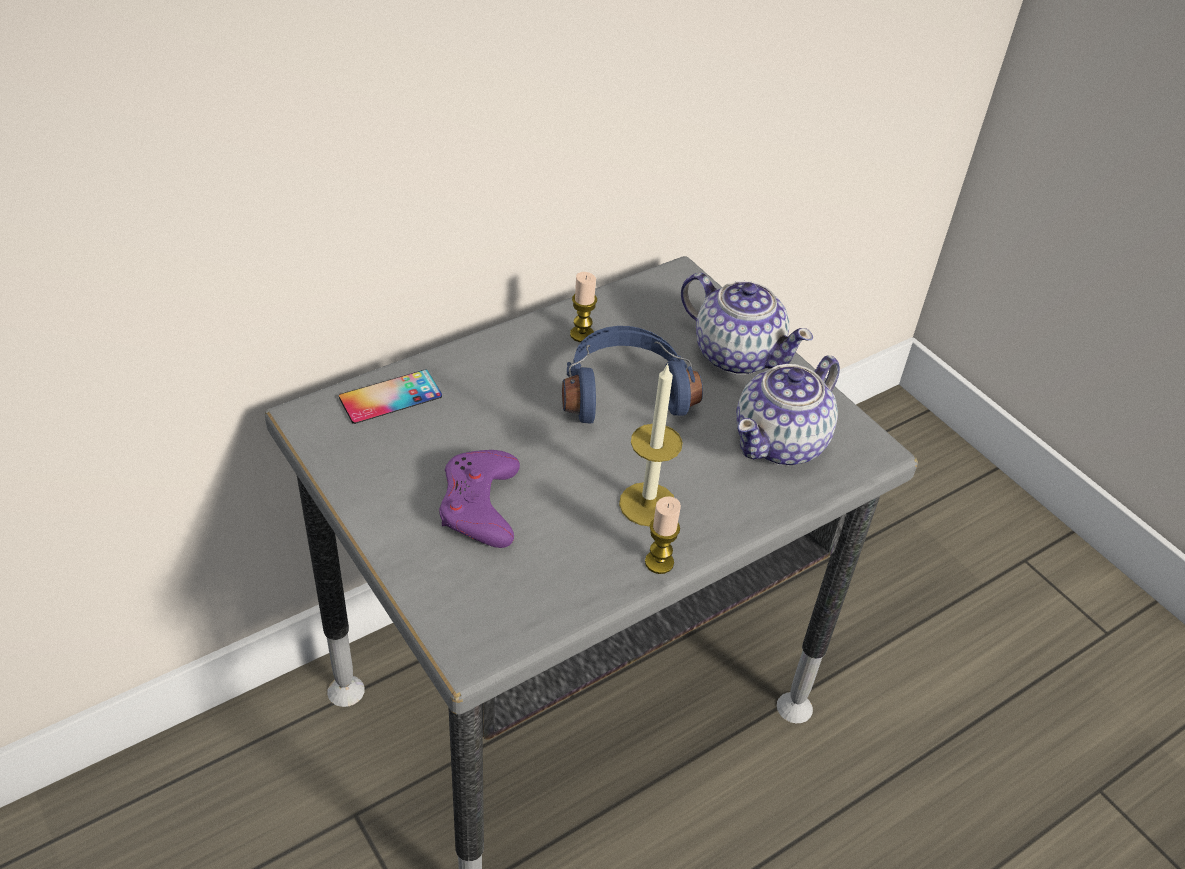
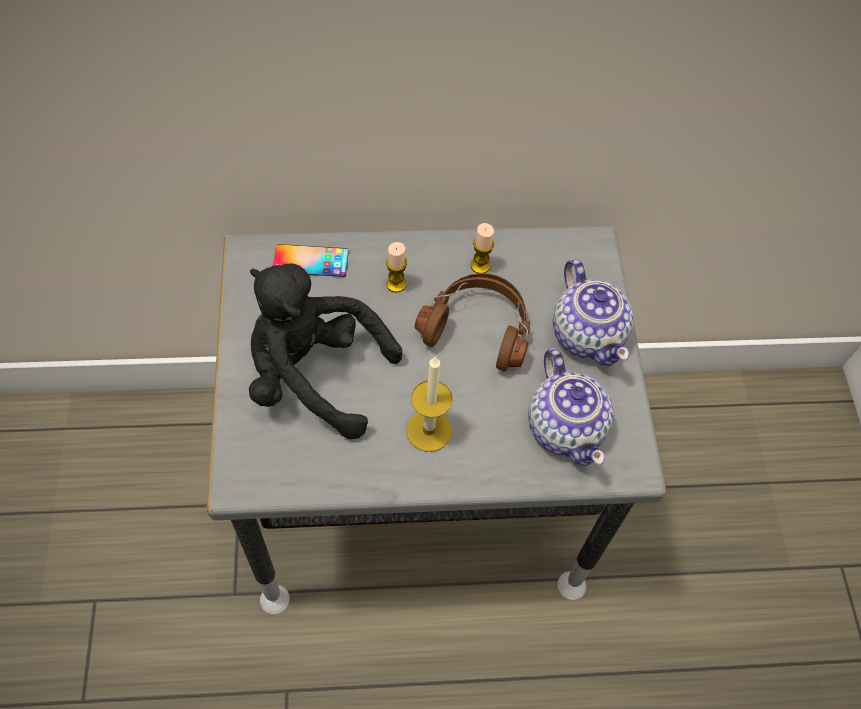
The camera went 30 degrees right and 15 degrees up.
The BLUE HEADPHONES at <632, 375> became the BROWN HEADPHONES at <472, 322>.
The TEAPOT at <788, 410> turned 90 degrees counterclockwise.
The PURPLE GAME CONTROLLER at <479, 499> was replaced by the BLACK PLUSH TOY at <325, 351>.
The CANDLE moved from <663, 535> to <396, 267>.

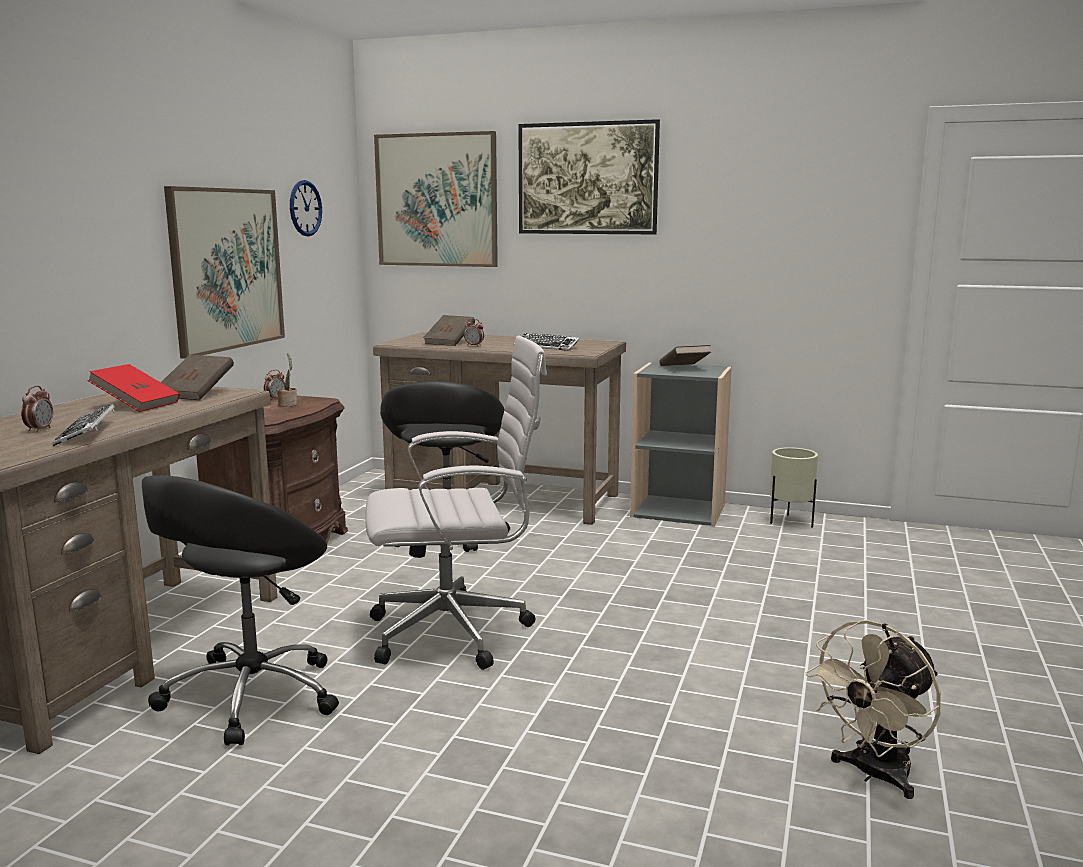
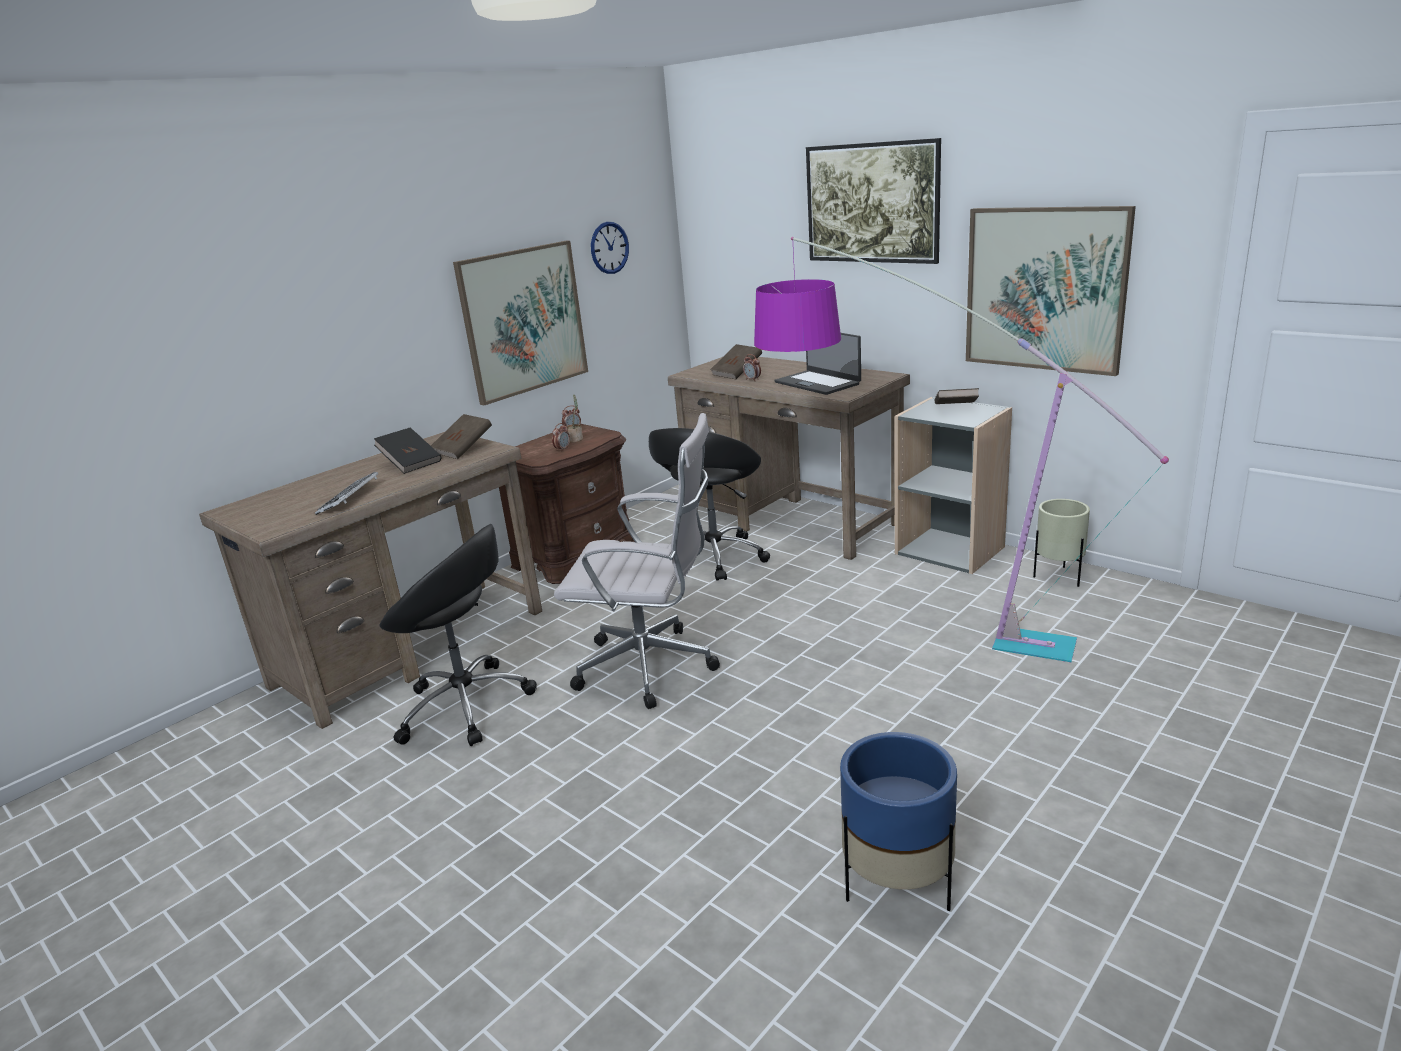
The camera went 25 degrees right and 10 degrees up.
The PICTURE moved from <436, 199> to <1051, 291>.
The KEYBOARD at <546, 342> was replaced by the LAPTOP at <818, 364>.
The RED BOOK at <133, 388> became the BLACK BOOK at <407, 450>.
The ALARM CLOCK moved from <37, 409> to <561, 437>.
The BLACK OFFICE CHAIR at <240, 610> turned 120 degrees counterclockwise.
The BEIGE FAN at <873, 709> was replaced by the BLUE PLANTER at <898, 821>.
The FLOOR LAMP at <961, 449> appeared.

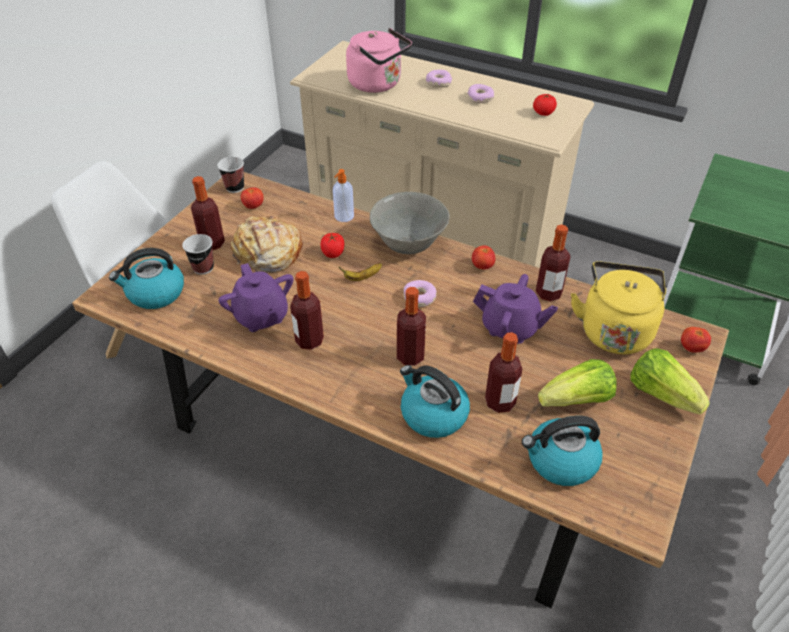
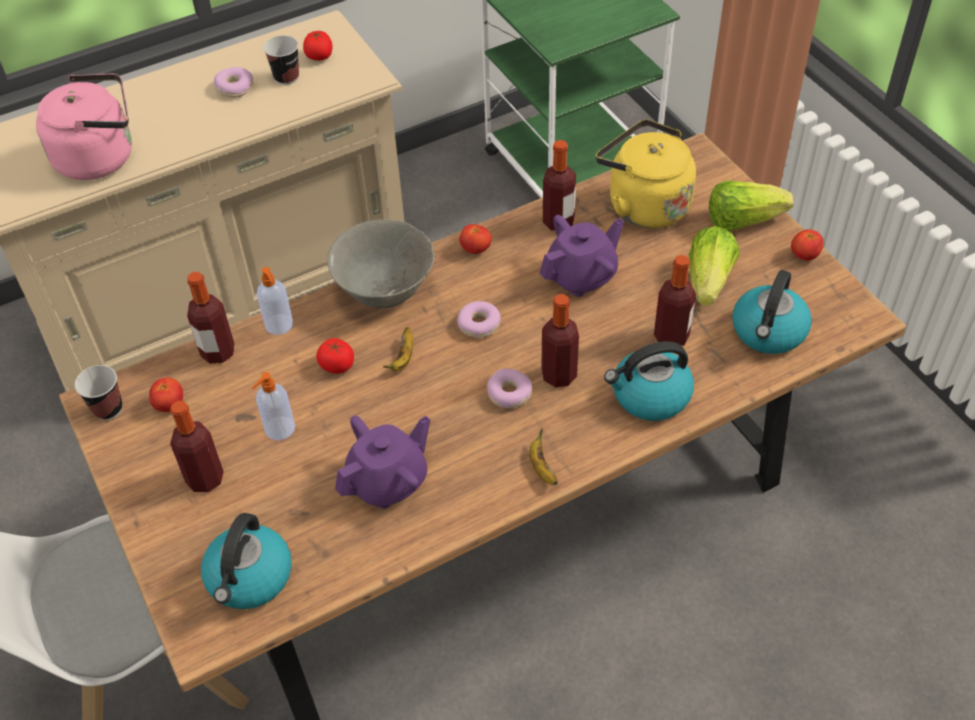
The camera went 55 degrees left and 5 degrees up.
The DONUT moved from <439, 79> to <509, 388>.
The BREAD at <267, 244> was replaced by the SOAP DISPENSER at <273, 406>.
The CUP moved from <198, 254> to <281, 60>.
The PURPLE TEAPOT at <255, 297> turned 45 degrees counterclockwise.
The BOTTLE moved from <307, 310> to <211, 318>.
The TOMATO moved from <696, 340> to <807, 245>.
The BANANA at <544, 456> appeared.

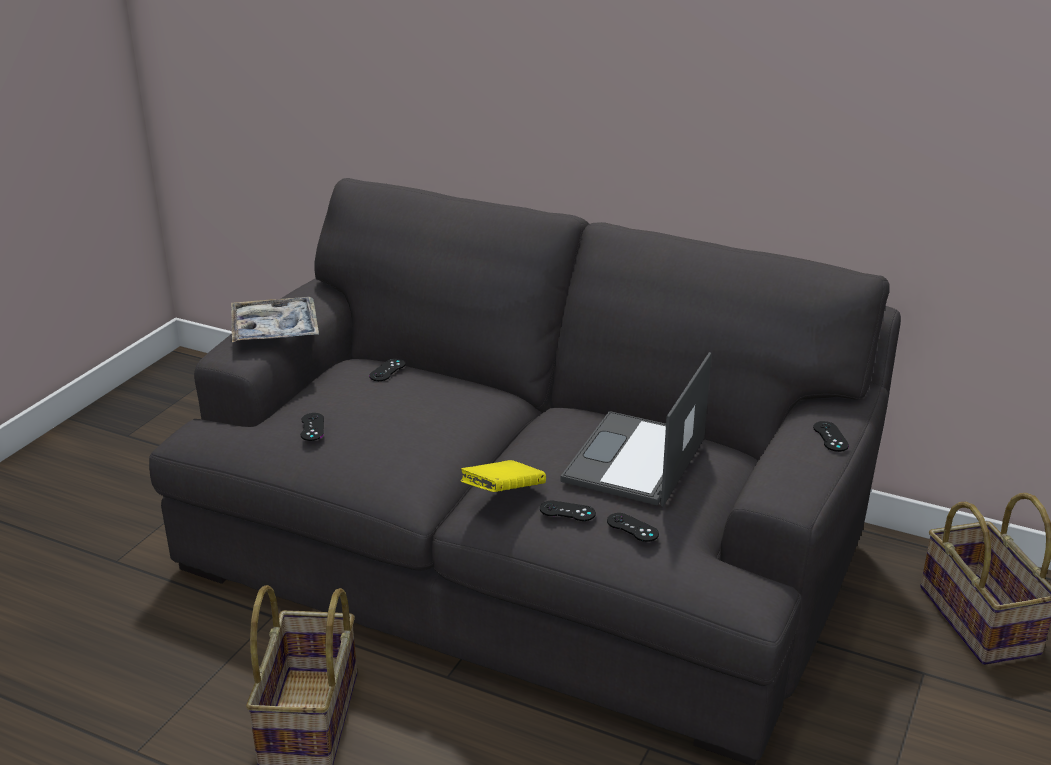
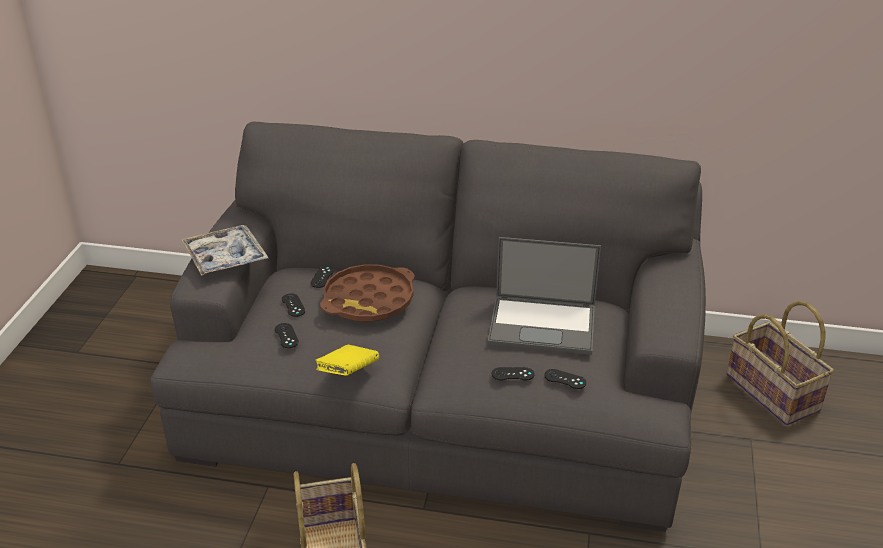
The camera went 15 degrees left and 5 degrees up.
The LAPTOP at <636, 429> turned 90 degrees counterclockwise.
The BLACK GAME CONTROLLER moved from <831, 436> to <293, 305>.
The YELLOW BOOK moved from <503, 476> to <347, 360>.
The BROWN TRAY at <367, 293> appeared.

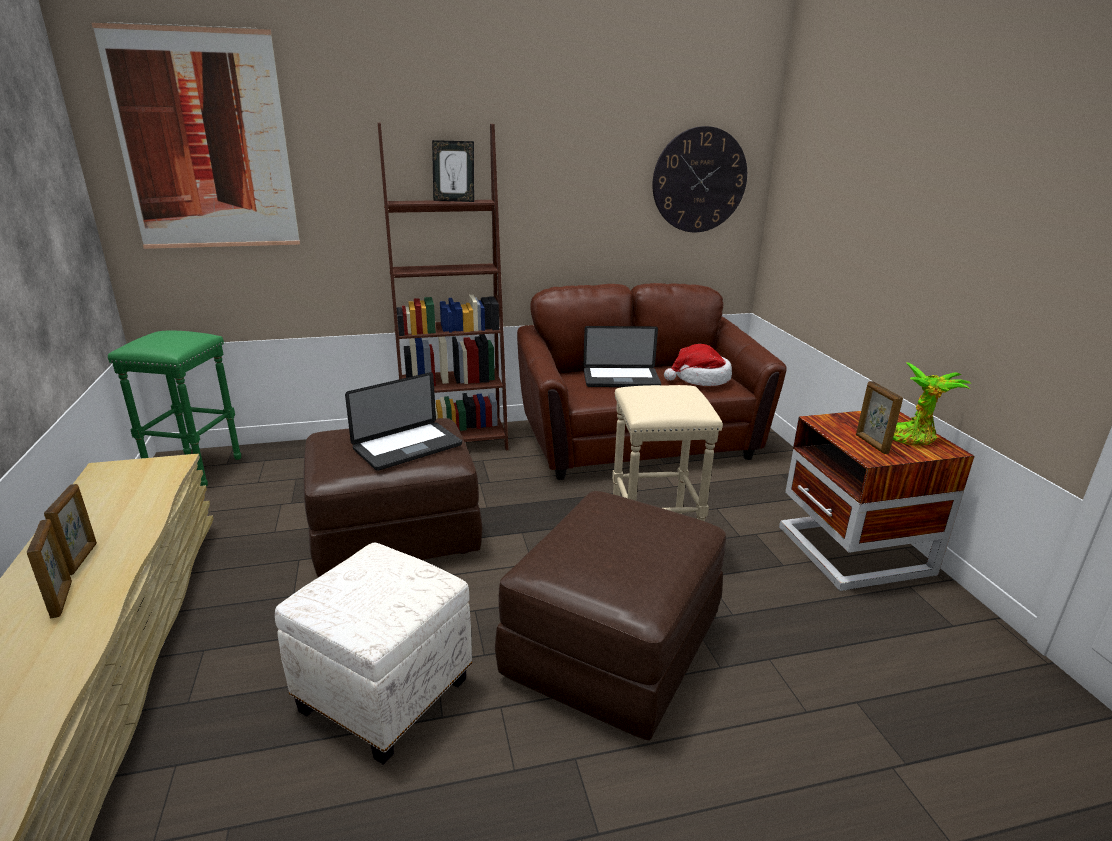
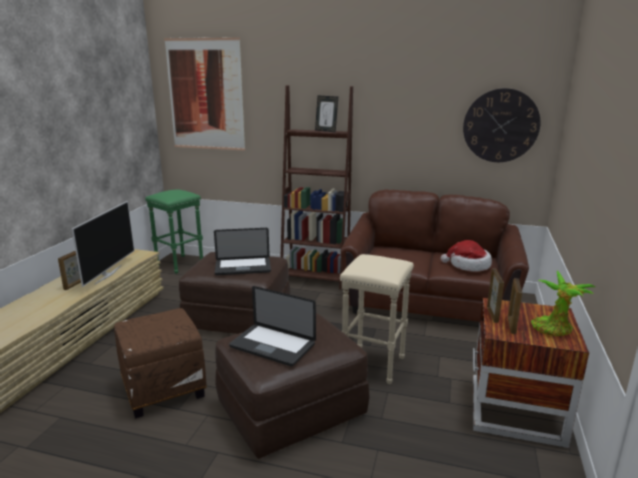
The camera went 30 degrees right and 5 degrees down.
The LAPTOP moved from <622, 356> to <272, 326>.
The PICTURE FRAME moved from <49, 569> to <495, 296>.
The WHITE OTTOMAN at <373, 654> became the BROWN OTTOMAN at <160, 363>.
The TELEVISION at <103, 244> appeared.

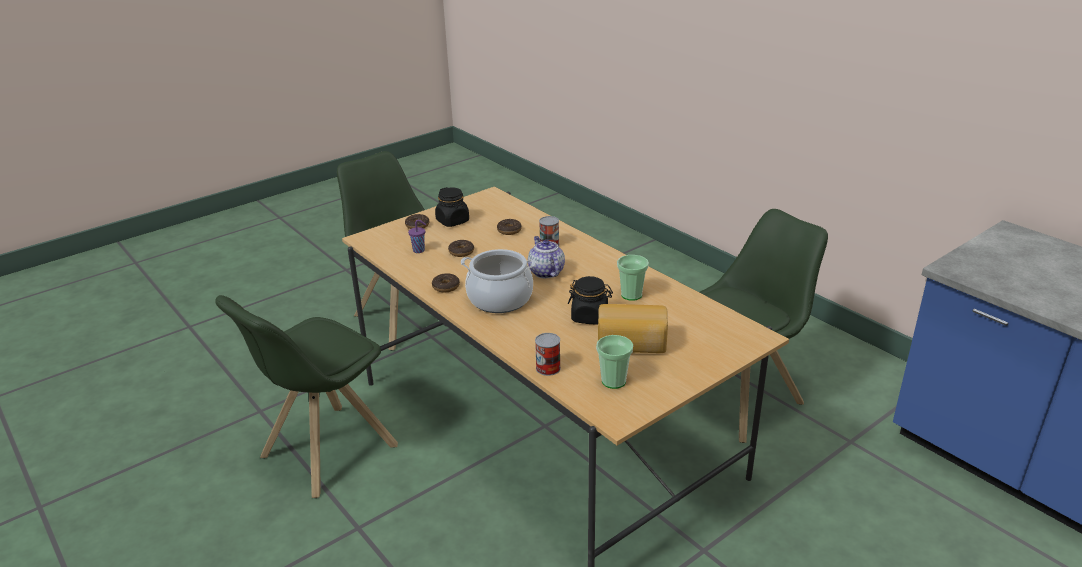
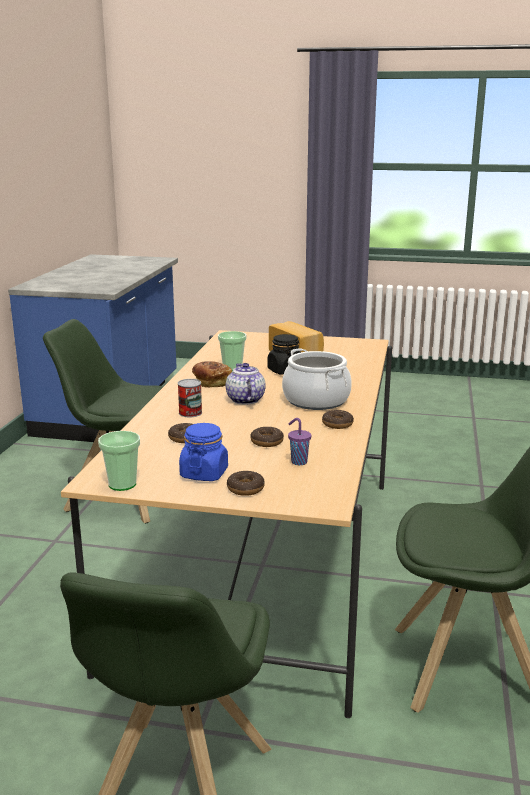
The camera went 130 degrees left and 10 degrees down.
The BLACK JAR at <452, 207> became the BLUE JAR at <203, 452>.
The TEAPOT at <546, 257> turned 135 degrees clockwise.
The CAN at <548, 354> disappeared.
The CUP moved from <614, 362> to <119, 461>.
The BREAD at <212, 374> appeared.

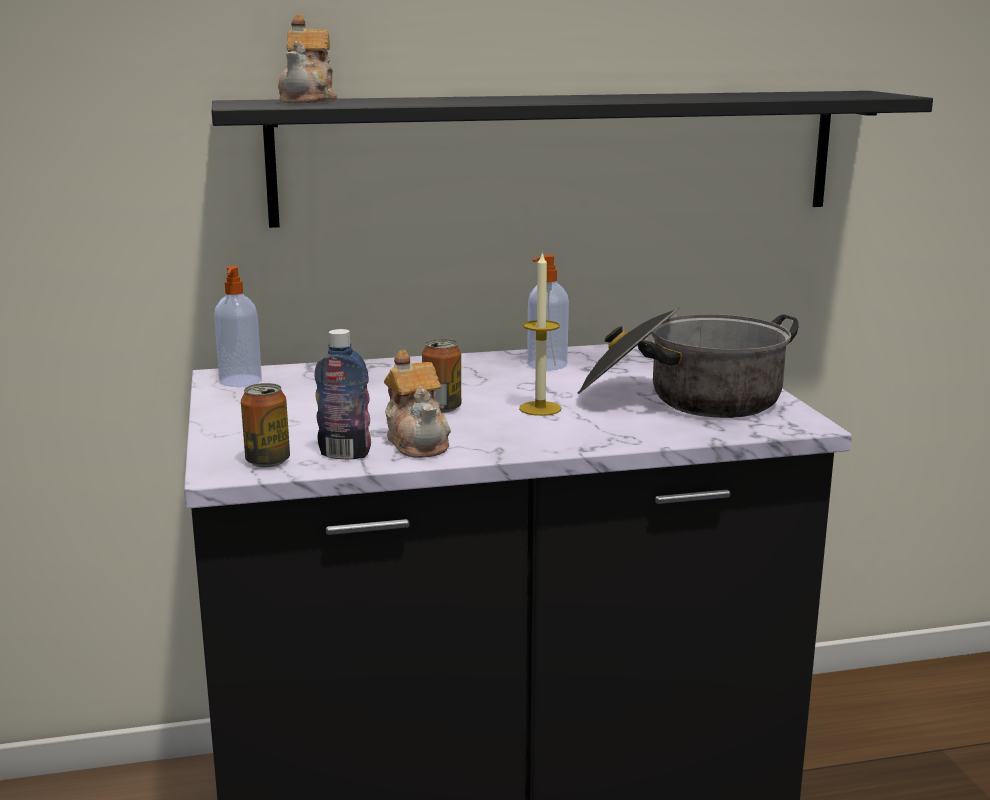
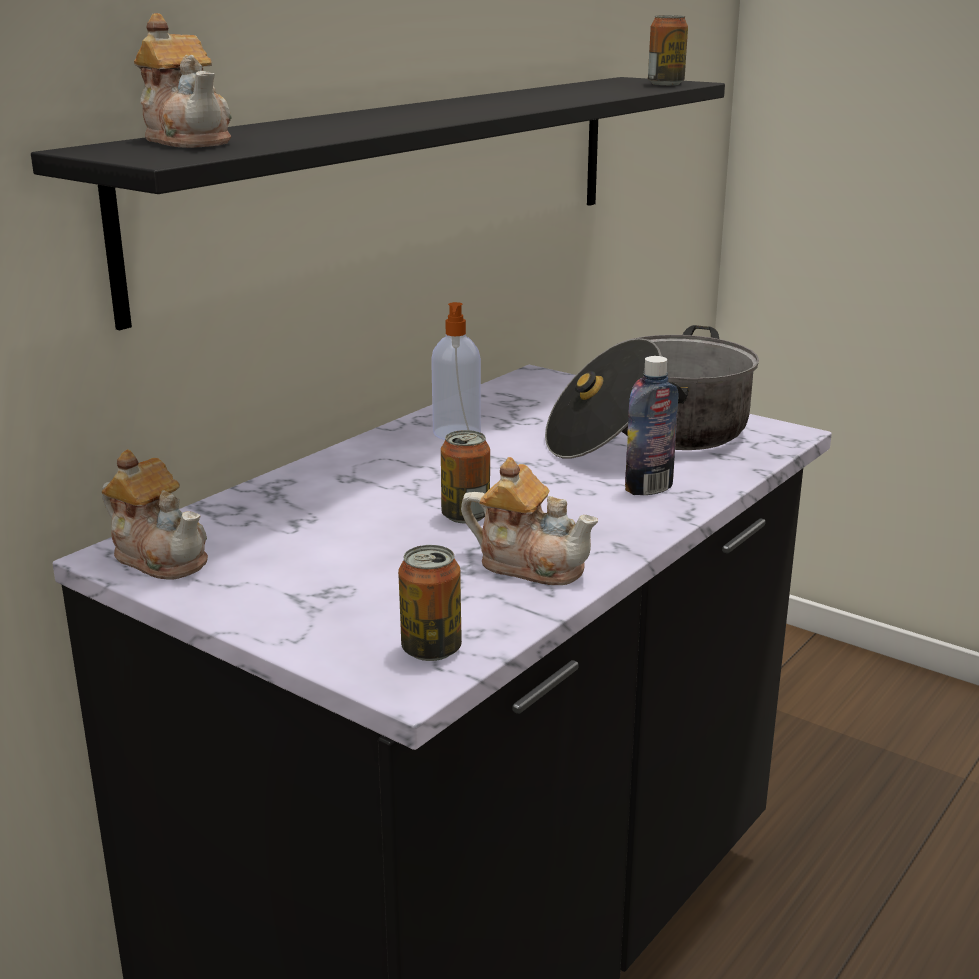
The camera went 40 degrees left and 5 degrees up.
The CANDLE at <540, 333> disappeared.
The SOAP DISPENSER at <238, 326> was replaced by the TEAPOT at <155, 515>.
The BOTTLE moved from <342, 394> to <652, 425>.
The CAN at <668, 50> appeared.

